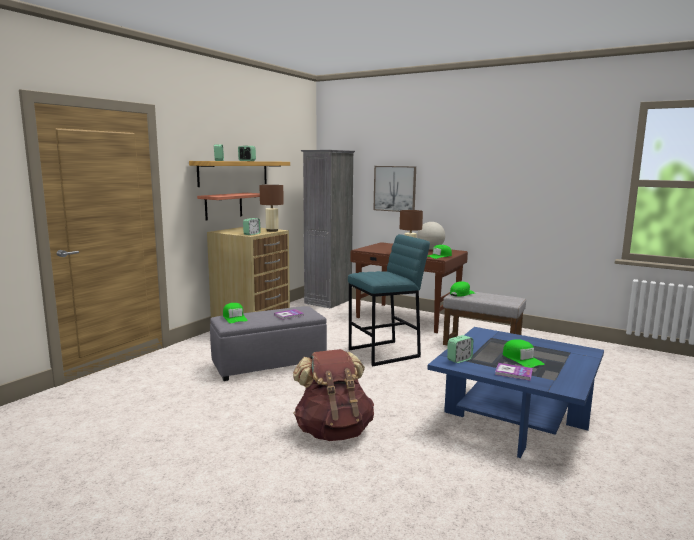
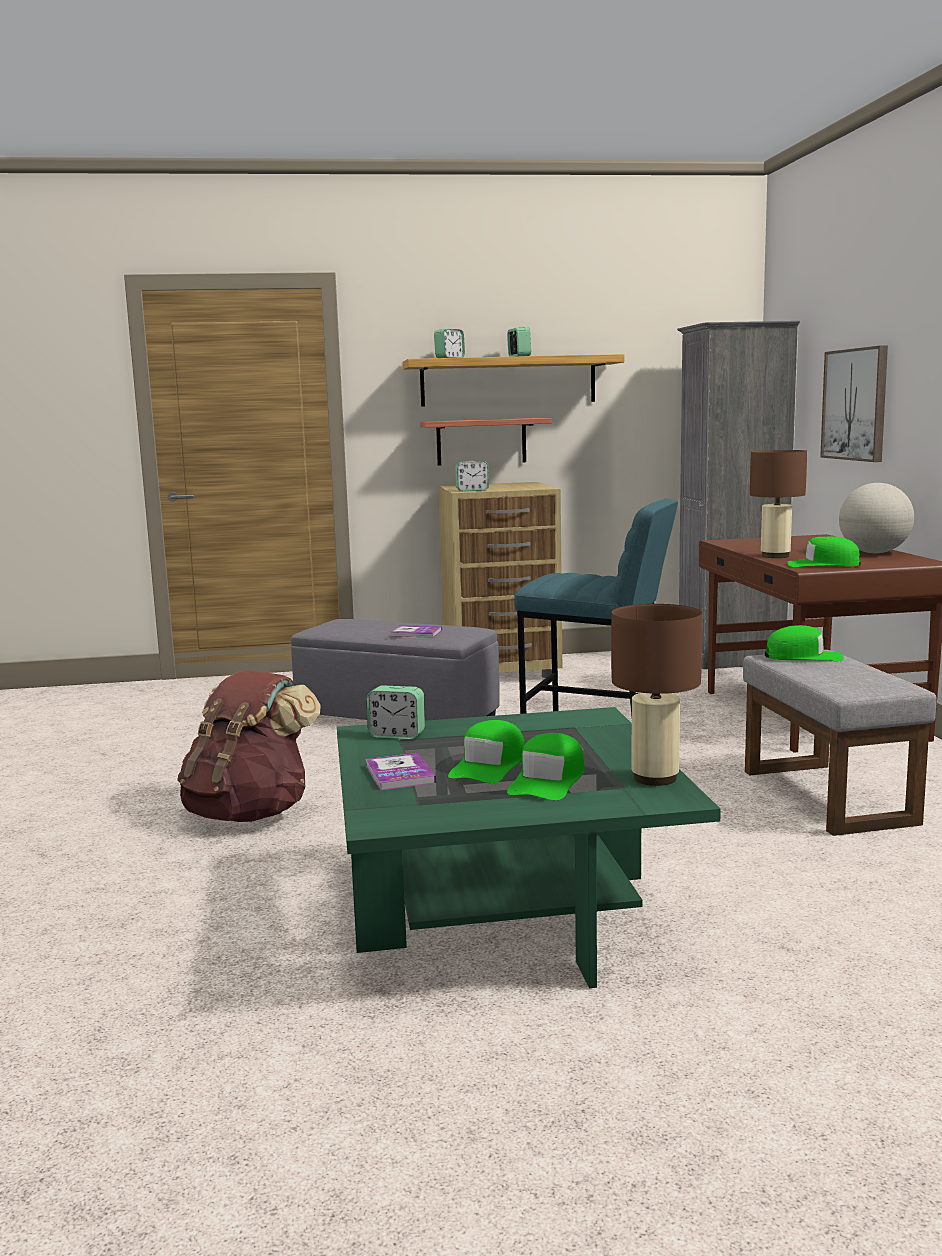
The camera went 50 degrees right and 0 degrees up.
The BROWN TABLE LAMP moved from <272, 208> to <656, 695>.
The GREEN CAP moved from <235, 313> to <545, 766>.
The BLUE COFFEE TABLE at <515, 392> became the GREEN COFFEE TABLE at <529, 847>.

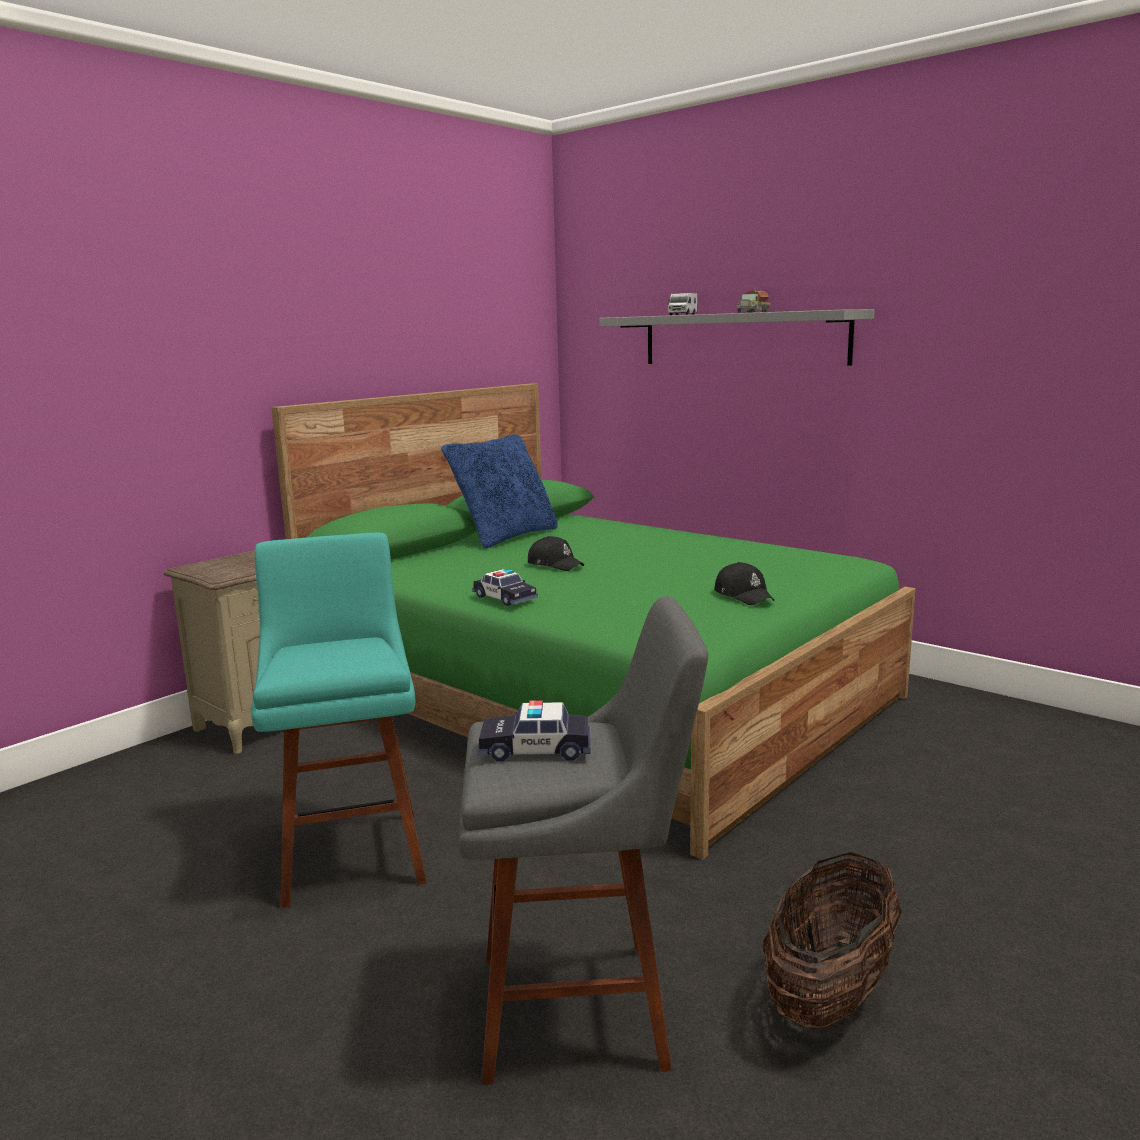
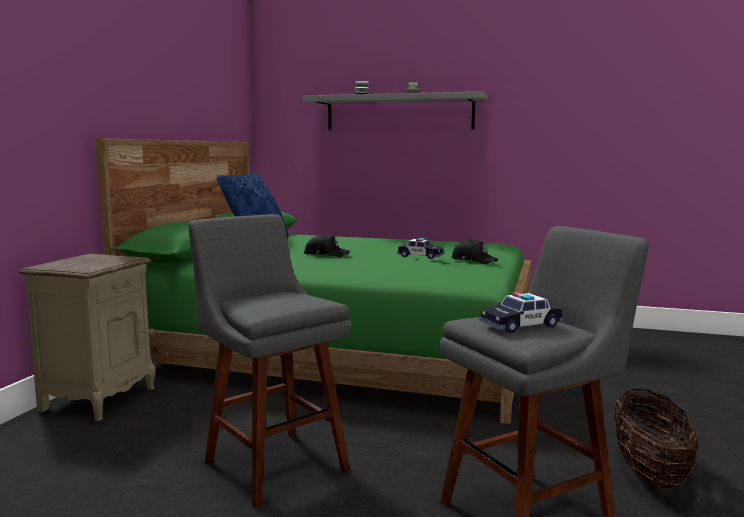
The camera went 25 degrees left and 5 degrees down.
The TURQUOISE STOOL at <339, 720> became the GREY STOOL at <270, 361>.
The TOY CAR moved from <505, 587> to <421, 248>.

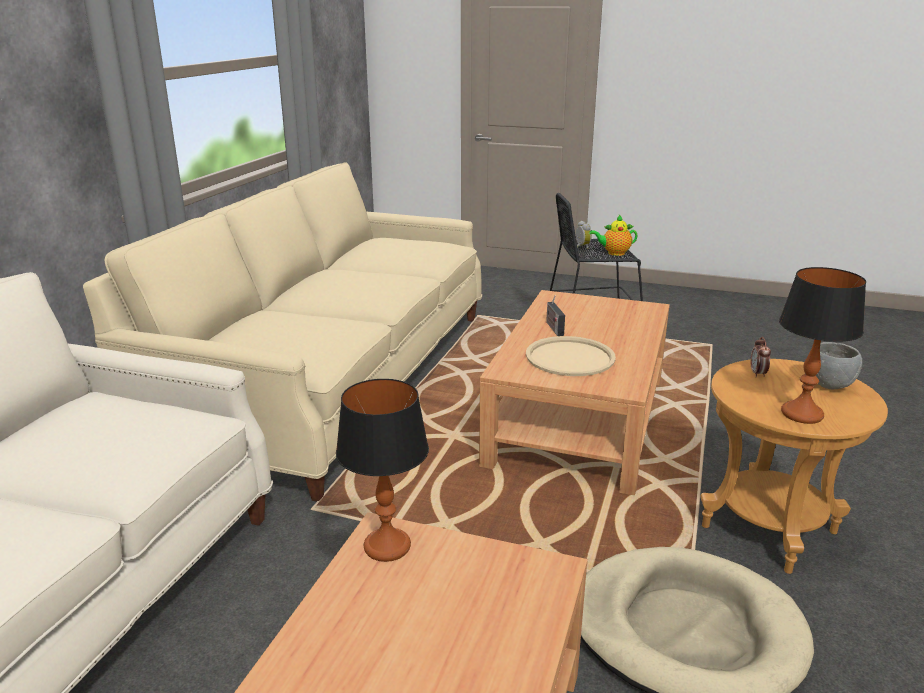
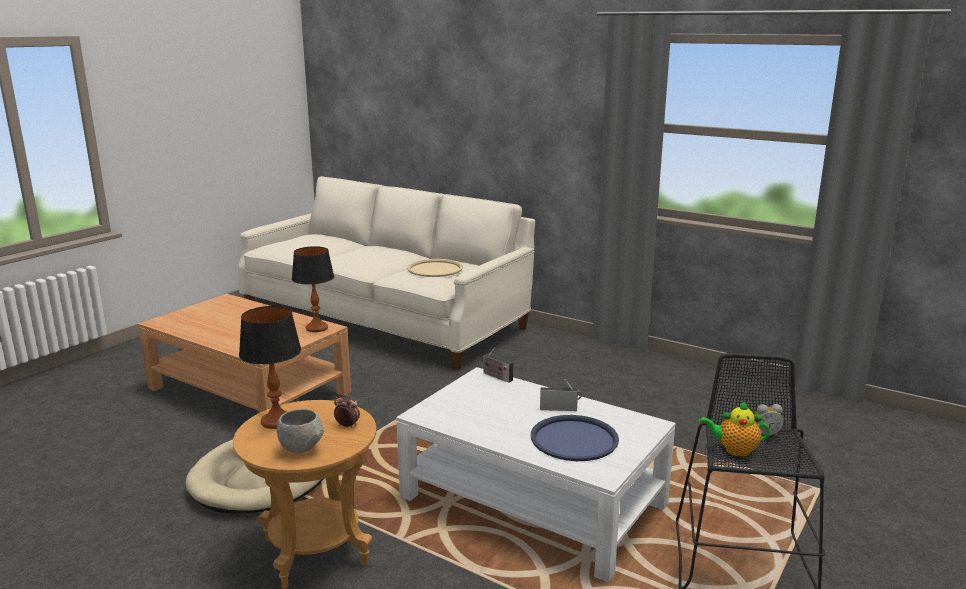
The camera went 105 degrees right and 5 degrees down.
The BEIGE SOFA at <282, 332> disappeared.
The TEAPOT at <613, 235> turned 90 degrees counterclockwise.
The BROWN COFFEE TABLE at <574, 392> became the WHITE COFFEE TABLE at <536, 474>.
The BEIGE TRAY moved from <571, 356> to <435, 268>.
The RADIO at <497, 365> appeared.
The BLUE TRAY at <575, 438> appeared.

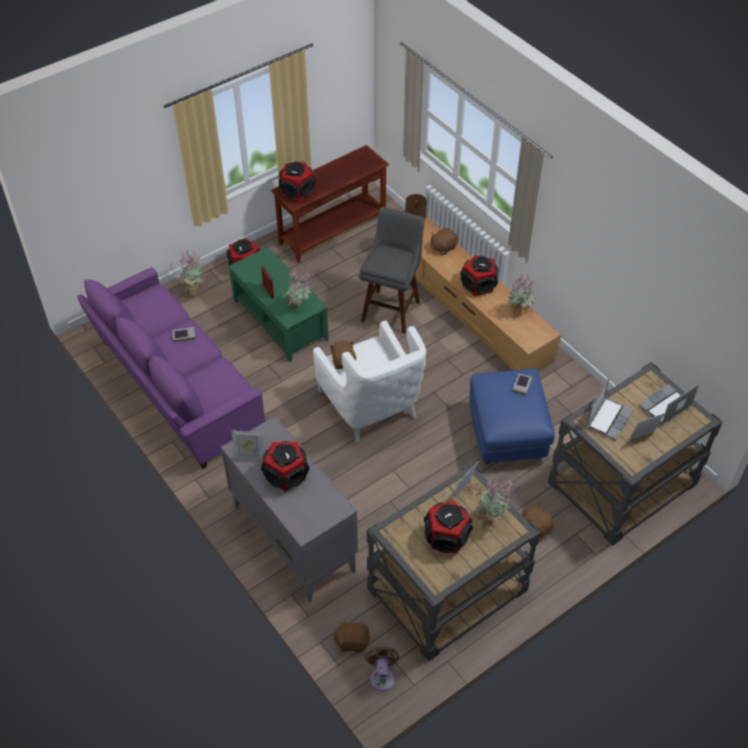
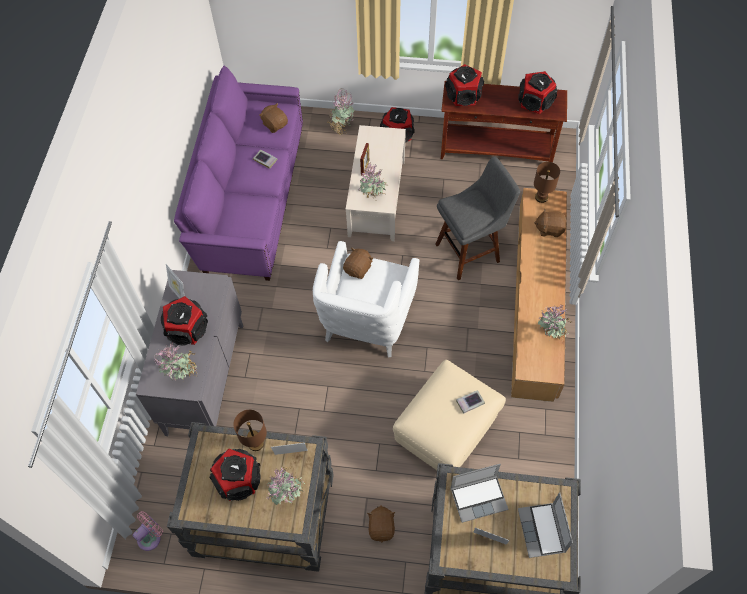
The camera went 45 degrees right and 10 degrees up.
The GREEN COFFEE TABLE at <278, 304> became the BEIGE COFFEE TABLE at <376, 183>.
The SPEAKER moved from <479, 275> to <537, 92>.
The BLUE OTTOMAN at <512, 416> became the BEIGE OTTOMAN at <449, 415>.
The LAPTOP at <669, 404> turned 105 degrees counterclockwise.
The BROWN PLUSH TOY moved from <351, 636> to <273, 118>.
The BROWN FAN at <382, 669> became the PINK FAN at <148, 531>.
The POTTED PLANT at <175, 362> appeared.
The BROWN TABLE LAMP at <250, 430> appeared.

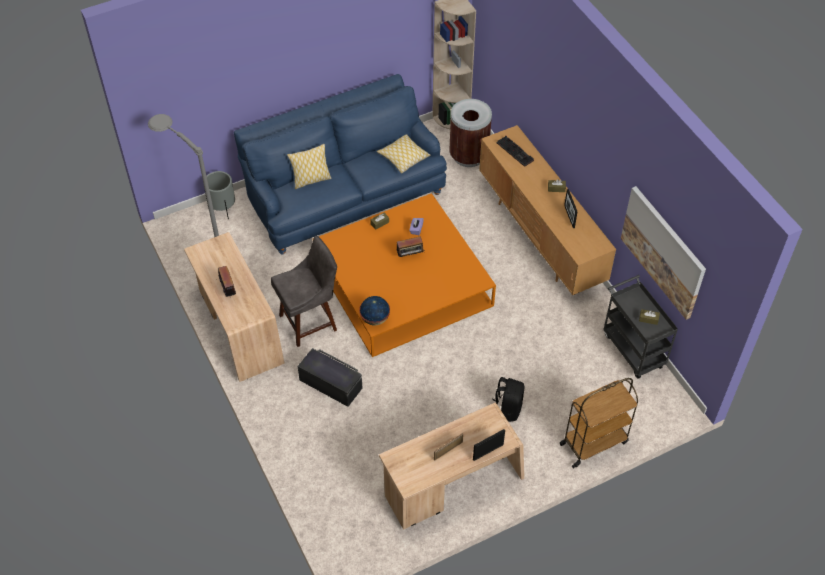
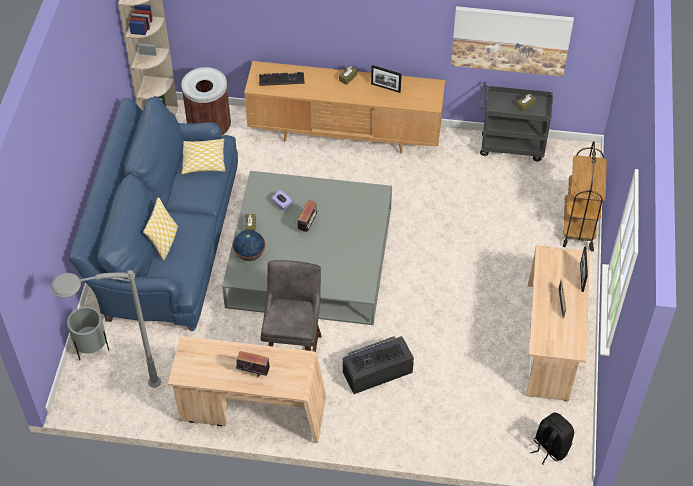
The camera went 55 degrees left and 0 degrees up.
The ORANGE COFFEE TABLE at <404, 275> became the GREY COFFEE TABLE at <307, 248>.
The GLOBE moved from <374, 311> to <249, 245>.
The BLACK BACKPACK moved from <508, 399> to <552, 439>.
The KEYBOARD at <379, 358> appeared.

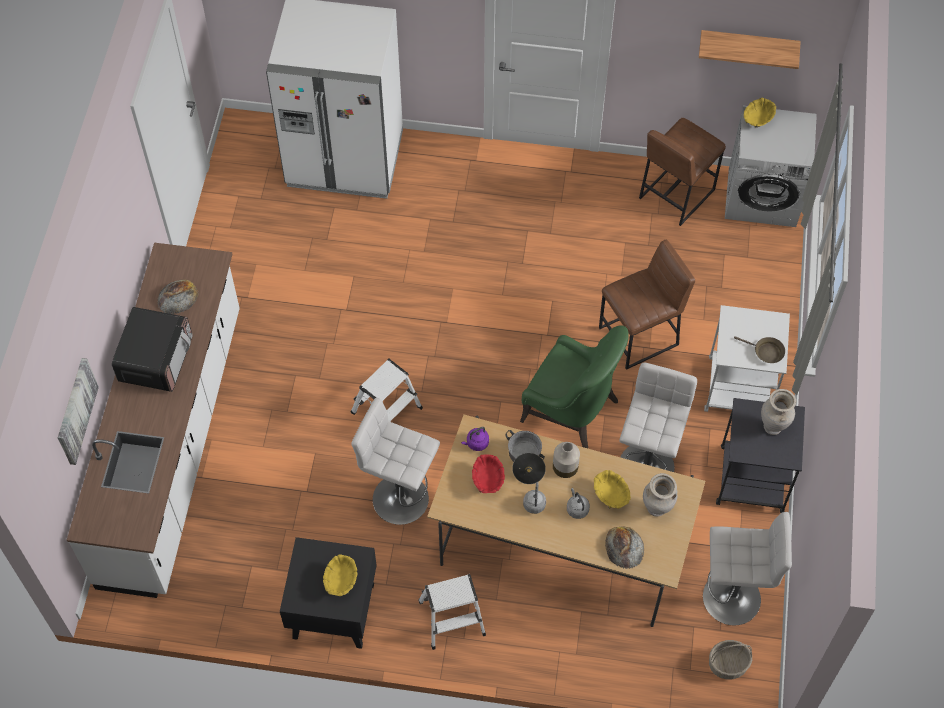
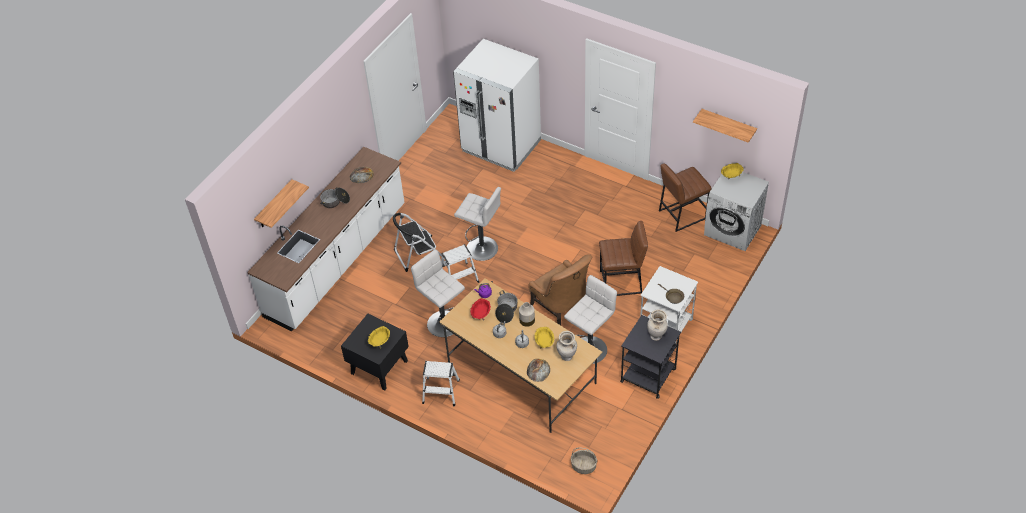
The camera went 25 degrees right and 10 degrees down.
The MICROWAVE at <152, 349> was replaced by the COOKING POT at <335, 197>.
The GREEN CHAIR at <574, 386> became the BROWN CHAIR at <560, 289>.
The PICTURE at <78, 411> was replaced by the SHELF at <281, 203>.
The WHITE STOOL moved from <747, 568> to <477, 224>.
The STEP LADDER at <417, 242> appeared.

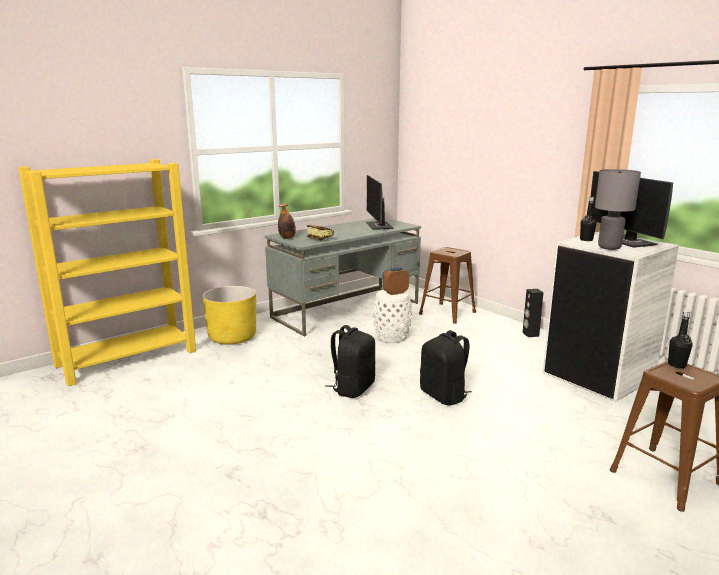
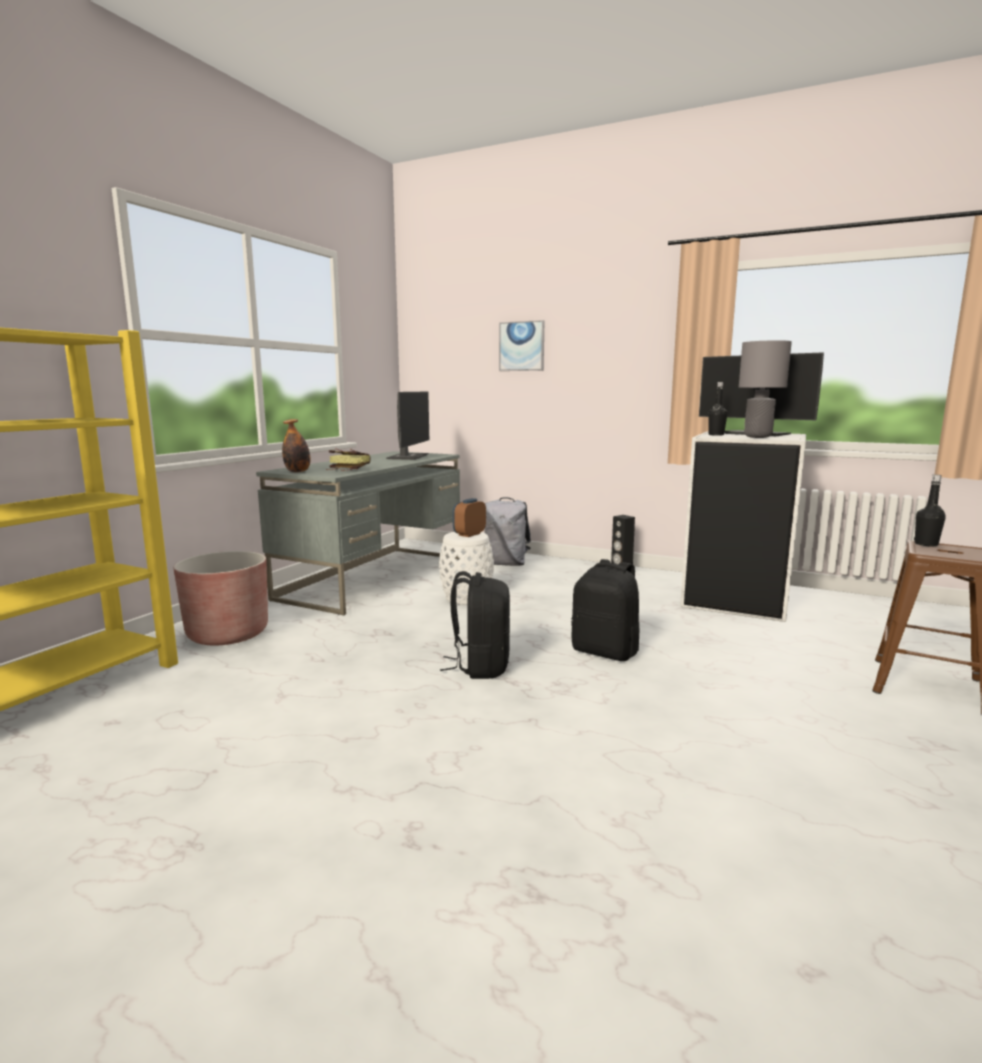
The camera went 25 degrees left and 5 degrees down.
The MONITOR at <380, 202> turned 135 degrees counterclockwise.
The BROWN STOOL at <447, 285> was replaced by the GREY BACKPACK at <508, 531>.
The YELLOW PLANTER at <229, 315> became the BROWN PLANTER at <220, 598>.
The PICTURE at <521, 345> appeared.

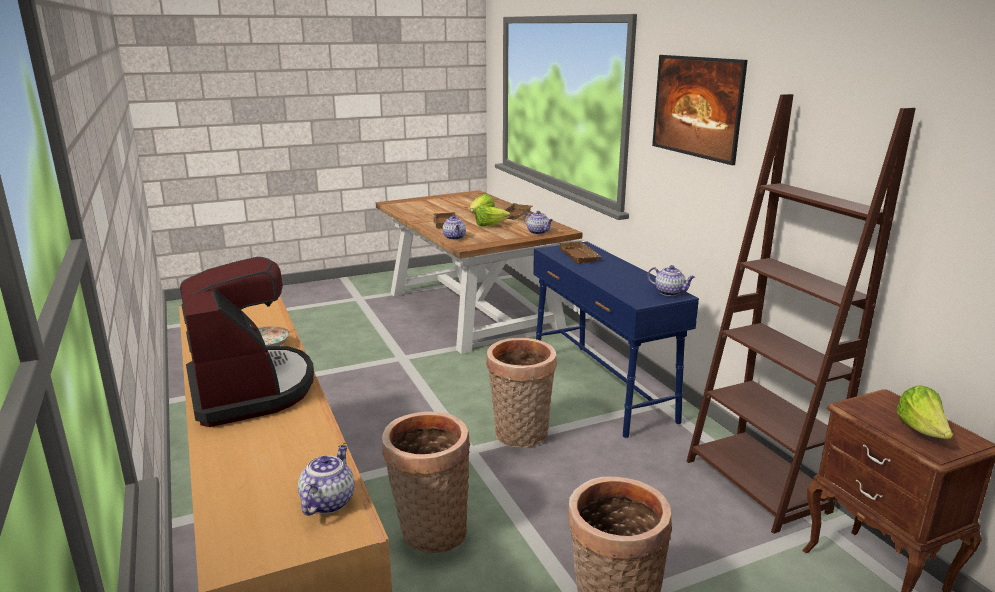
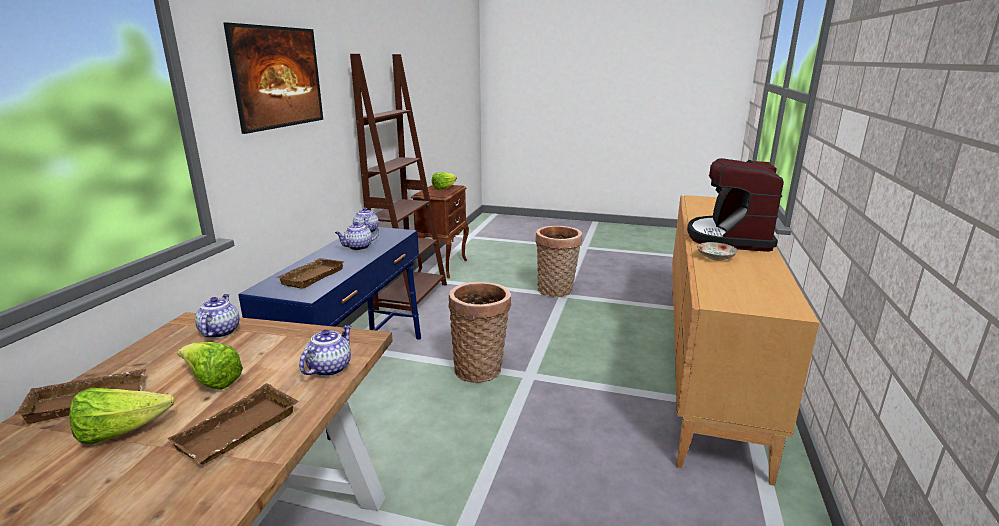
The camera went 140 degrees left and 0 degrees up.
The BASKET at <426, 482> disappeared.
The TEAPOT moved from <326, 480> to <357, 236>.

